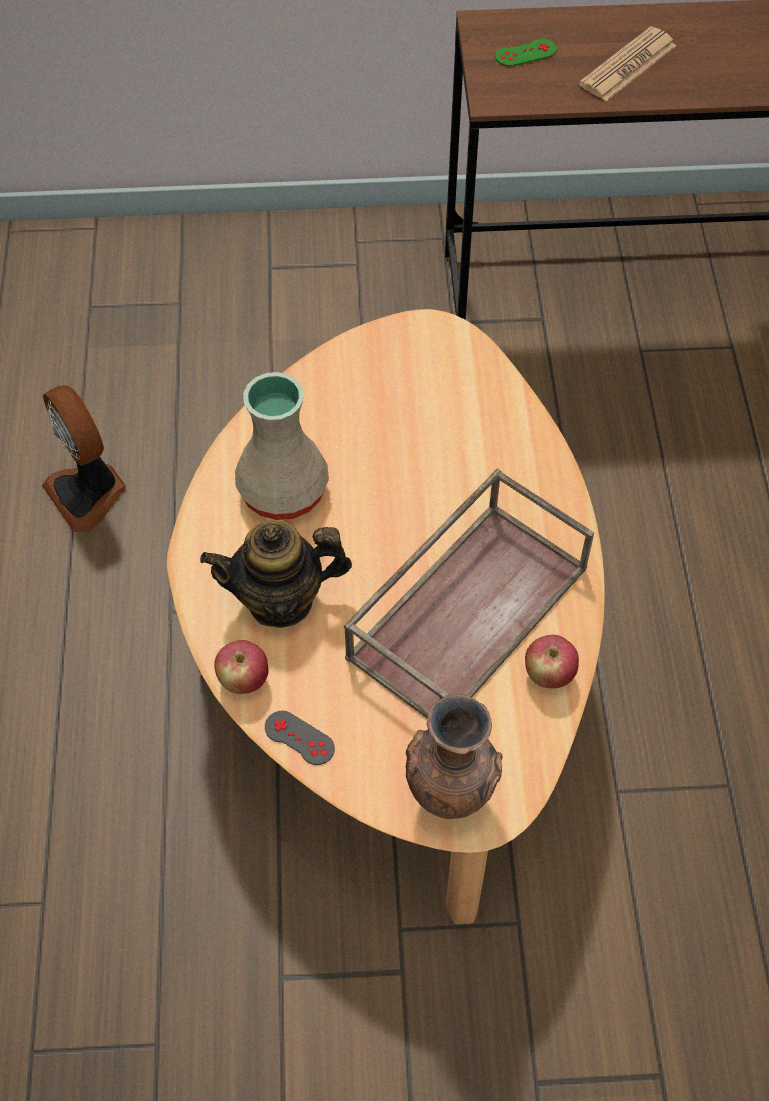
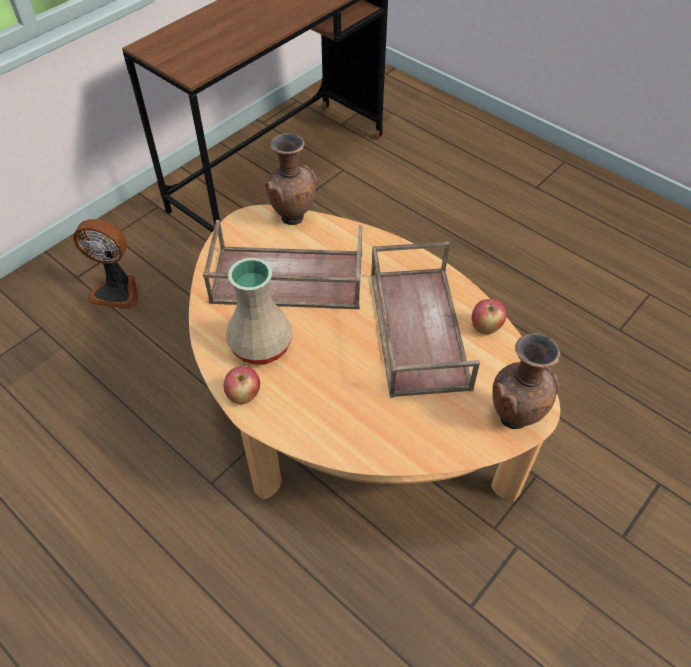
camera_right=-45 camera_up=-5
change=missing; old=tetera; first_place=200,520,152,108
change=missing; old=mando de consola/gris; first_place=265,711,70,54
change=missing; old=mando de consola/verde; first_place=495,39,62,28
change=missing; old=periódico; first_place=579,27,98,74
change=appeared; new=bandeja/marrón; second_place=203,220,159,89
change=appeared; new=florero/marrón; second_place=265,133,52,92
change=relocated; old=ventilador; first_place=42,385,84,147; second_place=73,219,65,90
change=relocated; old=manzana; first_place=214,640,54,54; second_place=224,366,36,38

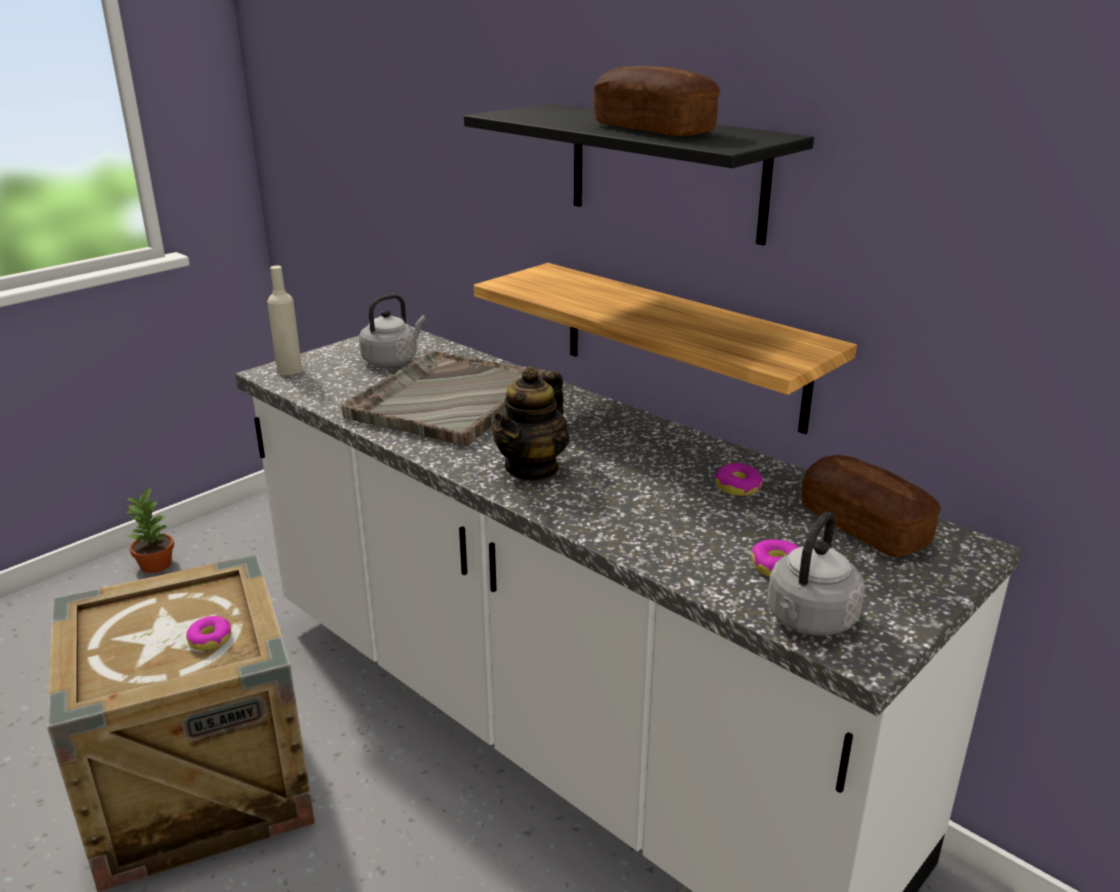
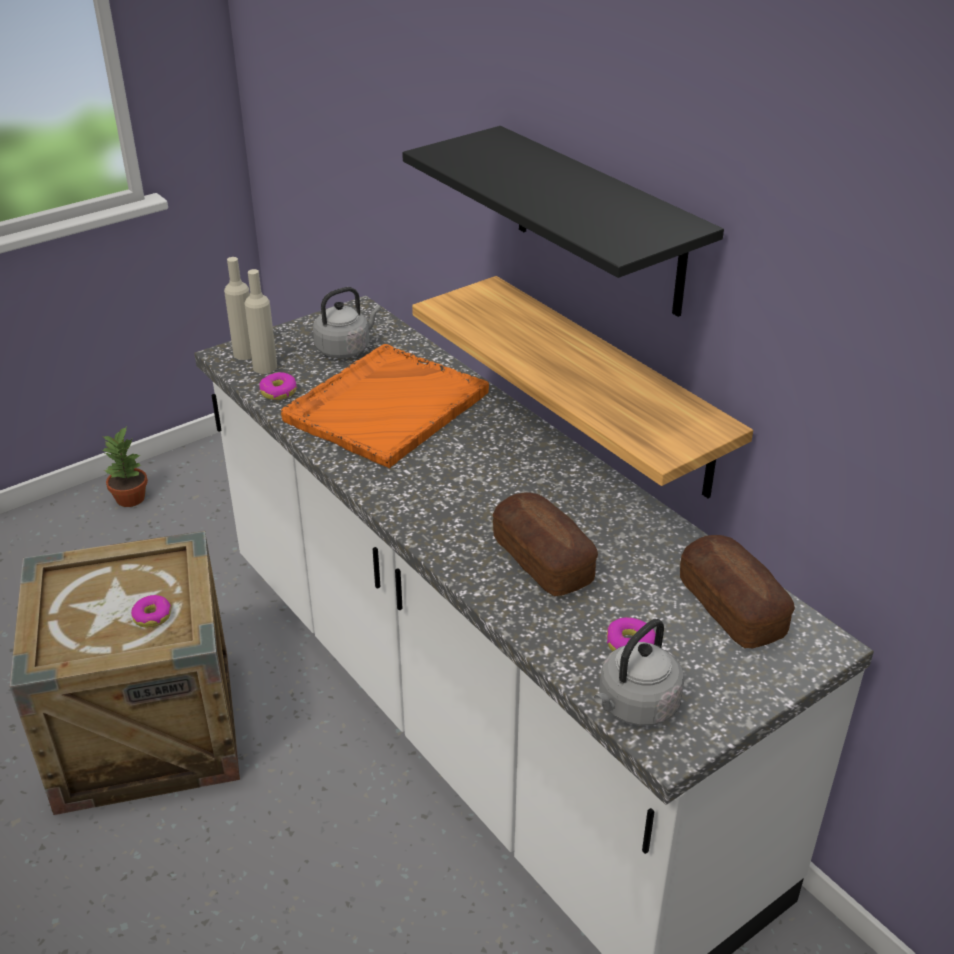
camera_right=10 camera_up=10
change=missing; old=tetera; first_place=492,366,78,115
change=appeared; new=botella/beis; second_place=244,269,33,105
change=relocated; old=pan; first_place=593,66,127,70; second_place=492,493,106,103
change=relocated; old=rosquilla; first_place=715,463,48,33; second_place=259,372,38,28
change=colour; old=bandeja/gris; new=bandeja/naranja; first_place=341,351,206,95; second_place=281,344,208,124

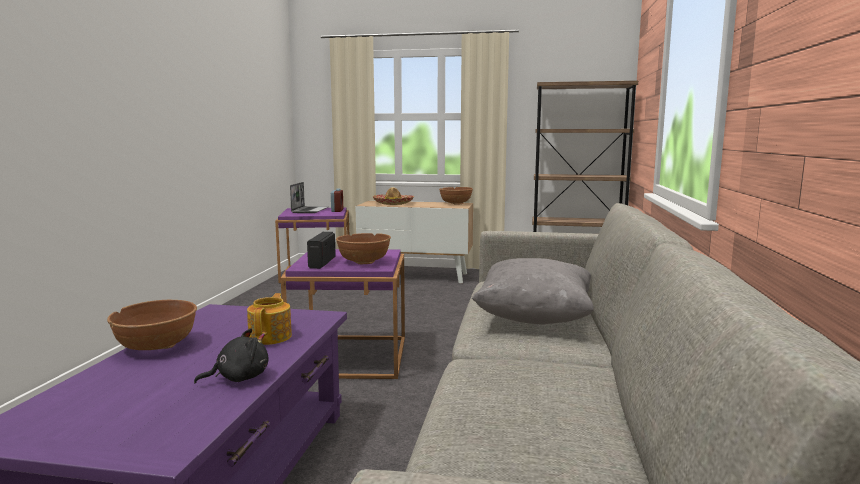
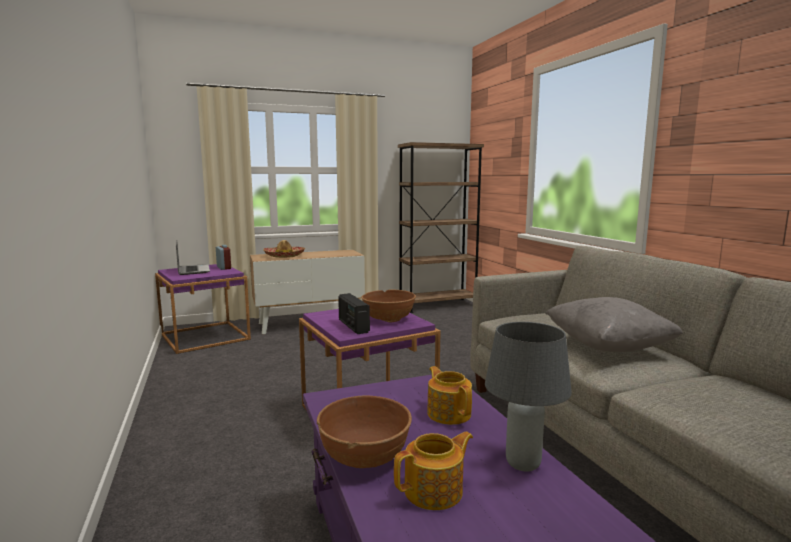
camera_right=-30 camera_up=0
change=missing; old=cuenco/marrón; first_place=439,187,34,18
change=appeared; new=tetera; second_place=394,431,79,79
change=exchanged; old=peluche/negro; new=lámpara de mesa/gris; first_place=194,328,74,56; second_place=485,322,87,149

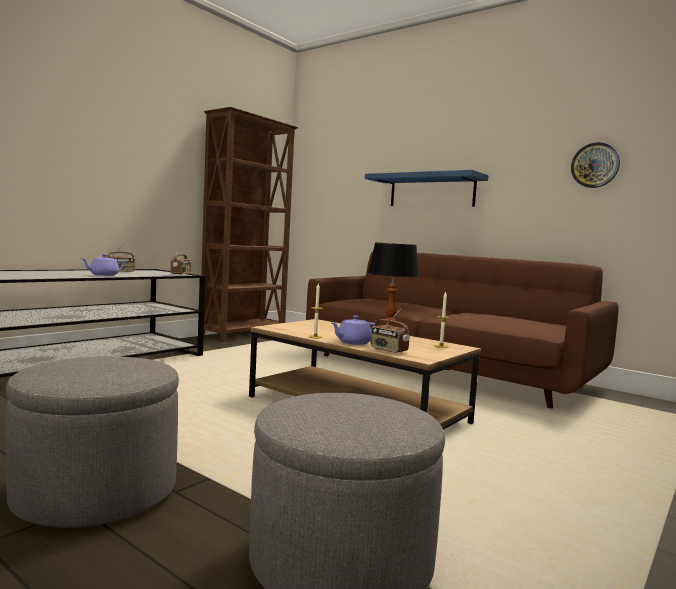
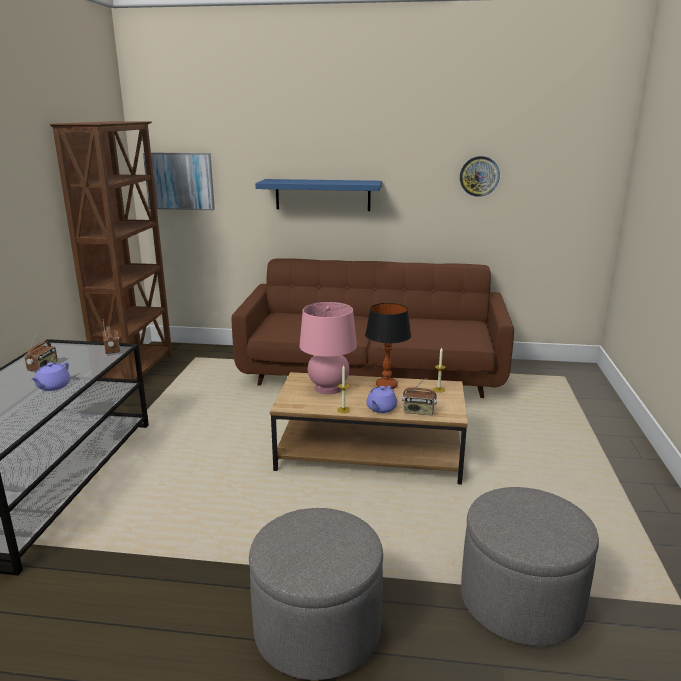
camera_right=-30 camera_up=15
change=appeared; new=cuadro; second_place=143,153,72,57
change=appeared; new=lámpara de mesa/rosa; second_place=299,302,58,93

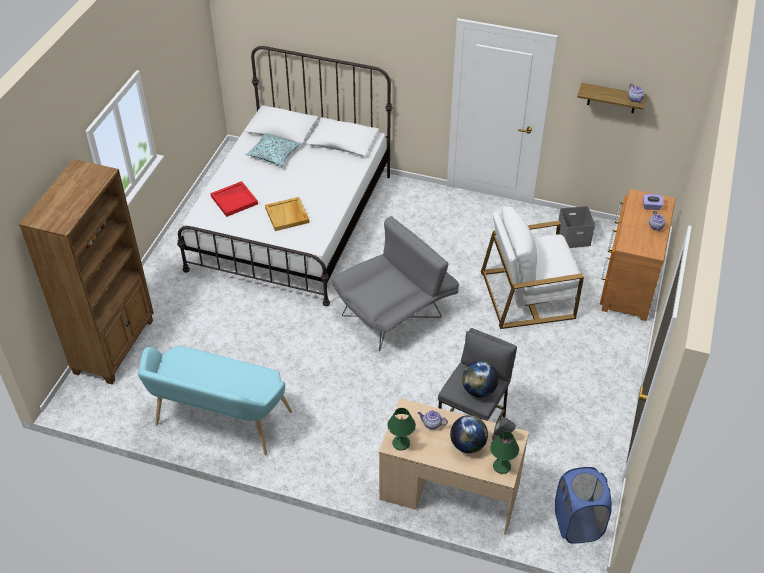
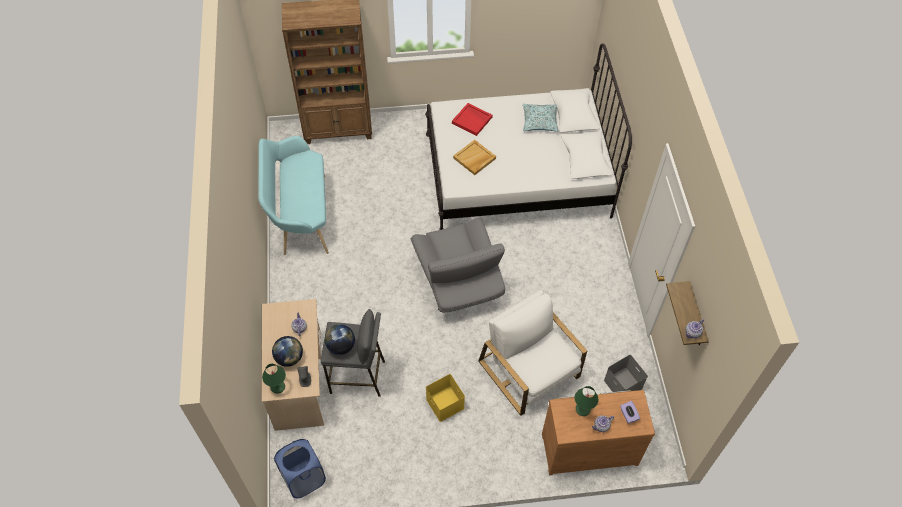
camera_right=65 camera_up=10
change=appeared; new=caja de almacenaje/amarillo; second_place=426,374,39,48
change=relocated; old=lámpara de mesa/verde; first_place=388,408,28,42; second_place=575,386,23,30
change=spun; old=sillón/gris; first_place=332,216,127,135; second_place=411,218,94,94; degrees=45

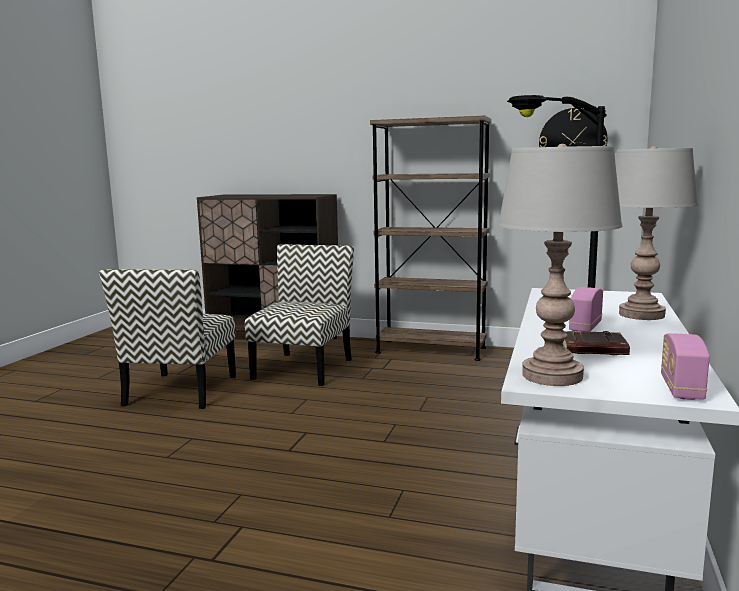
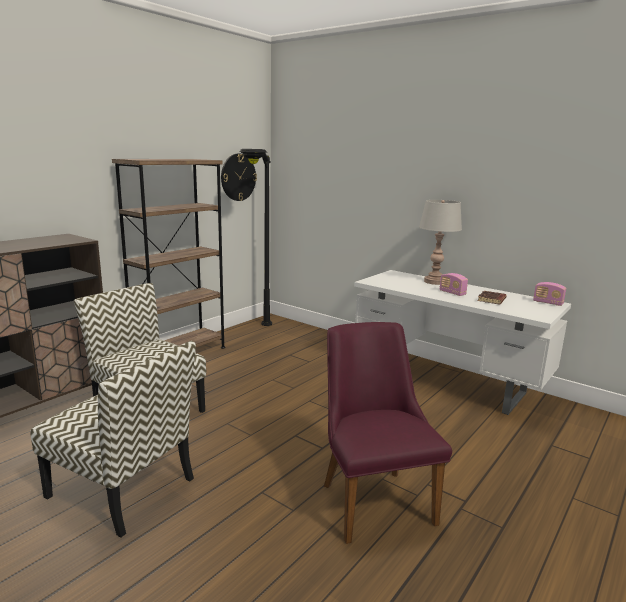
camera_right=-70 camera_up=5
change=missing; old=lámpara de mesa/gris; first_place=498,144,125,242
change=appeared; new=silla/morado; second_place=324,322,128,222

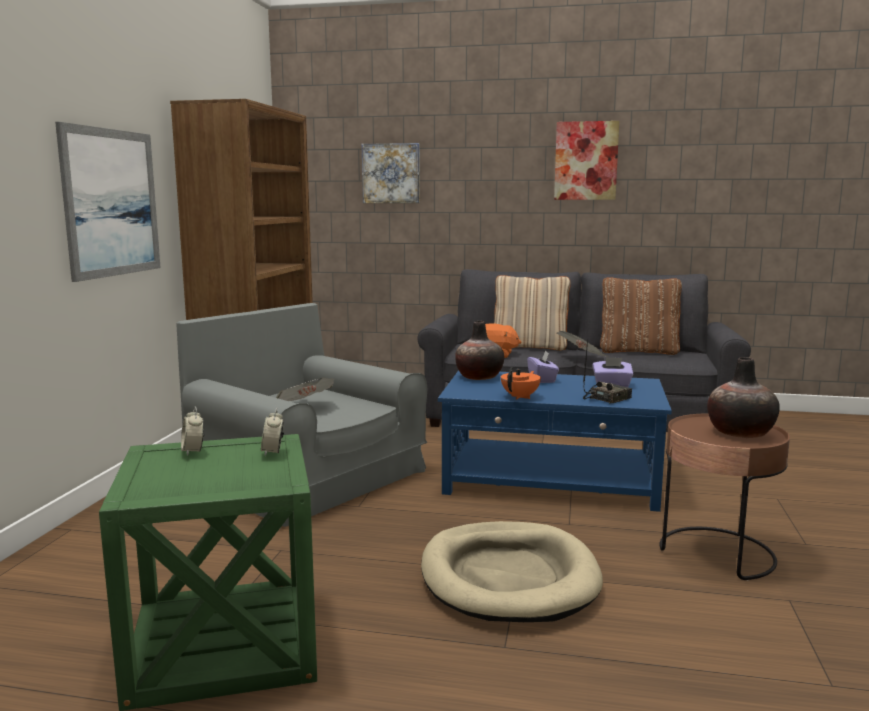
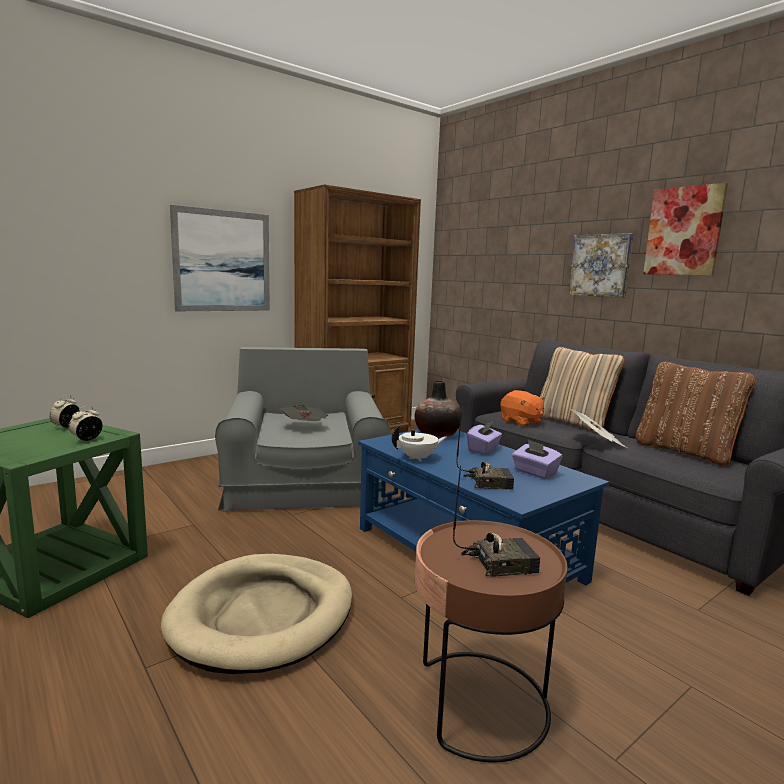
camera_right=40 camera_up=0
change=relocated; old=cuadro; first_place=362,143,58,60; second_place=569,233,65,65
change=exchanged; old=florero; new=radio; first_place=707,357,73,81; second_place=453,465,87,112
change=colour; old=tetera/naranja; new=tetera/blanco; first_place=501,367,40,33; second_place=392,426,55,36

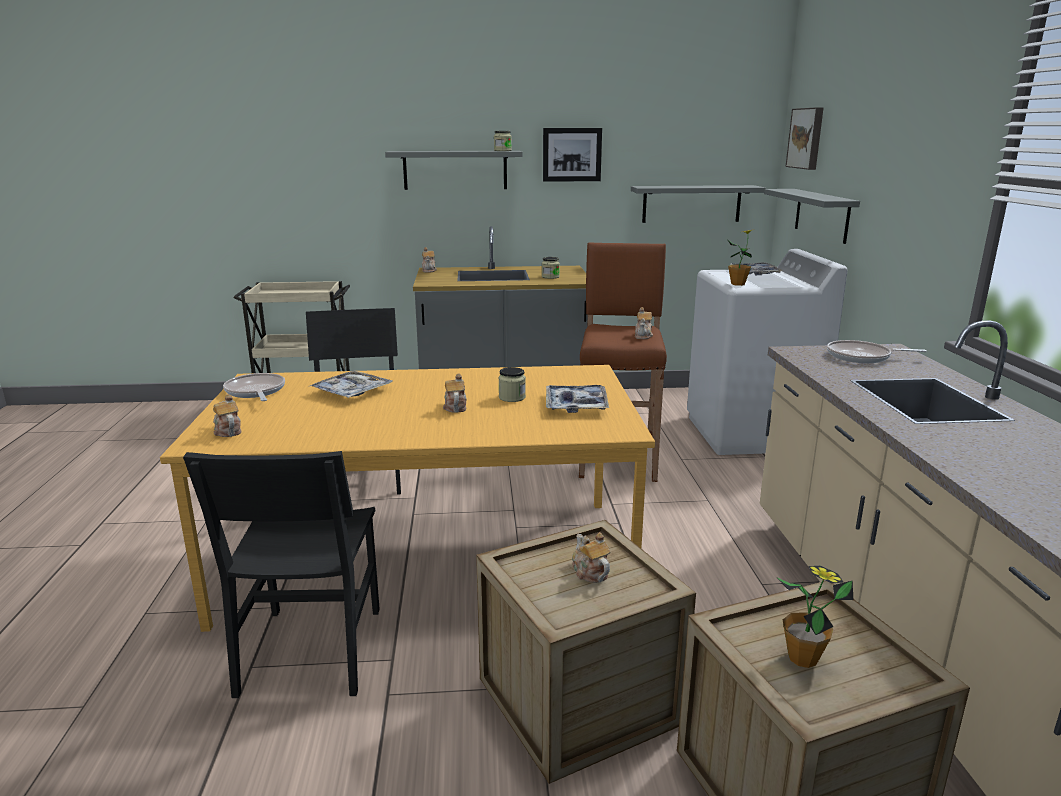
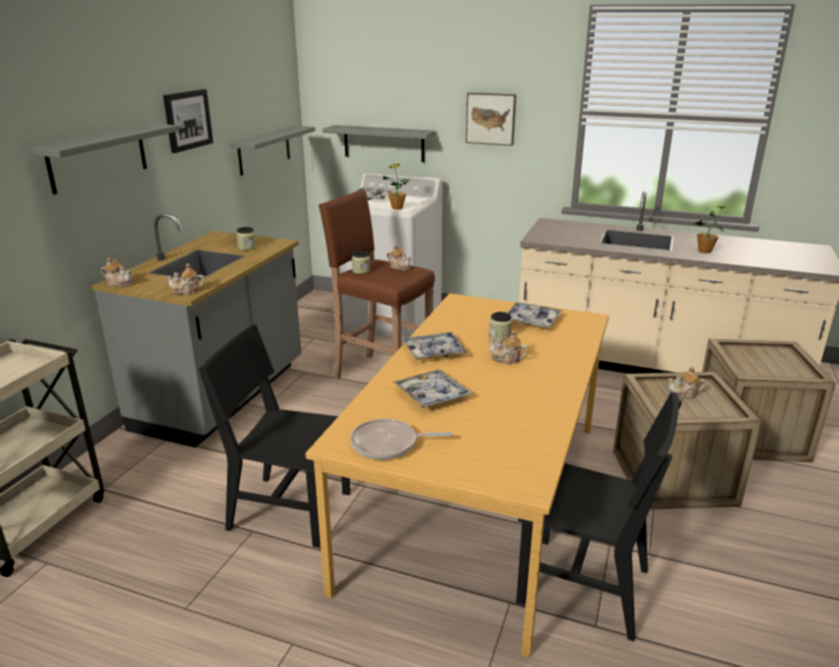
camera_right=-65 camera_up=5
change=missing; old=sartén; first_place=827,340,100,23
change=appeared; new=bandeja; second_place=403,332,64,28
change=relocated; old=tetera; first_place=213,394,28,43; second_place=166,263,39,32
change=relocated; old=tarro; first_place=494,131,18,20; second_place=352,251,18,23
change=relocated; old=planta en maceta; first_place=776,566,77,102; second_place=694,206,31,47
change=relocated; old=cuadro; first_place=786,107,38,63; second_place=466,93,50,53

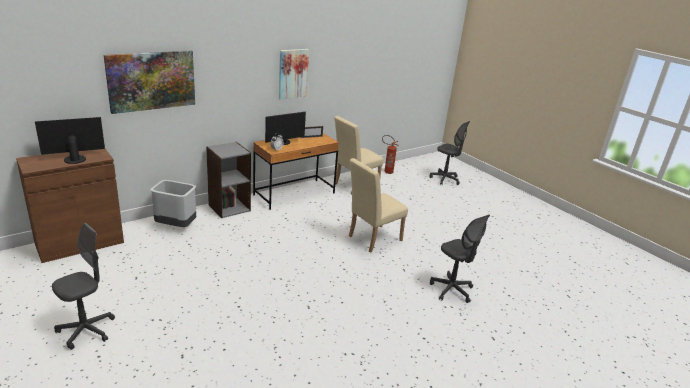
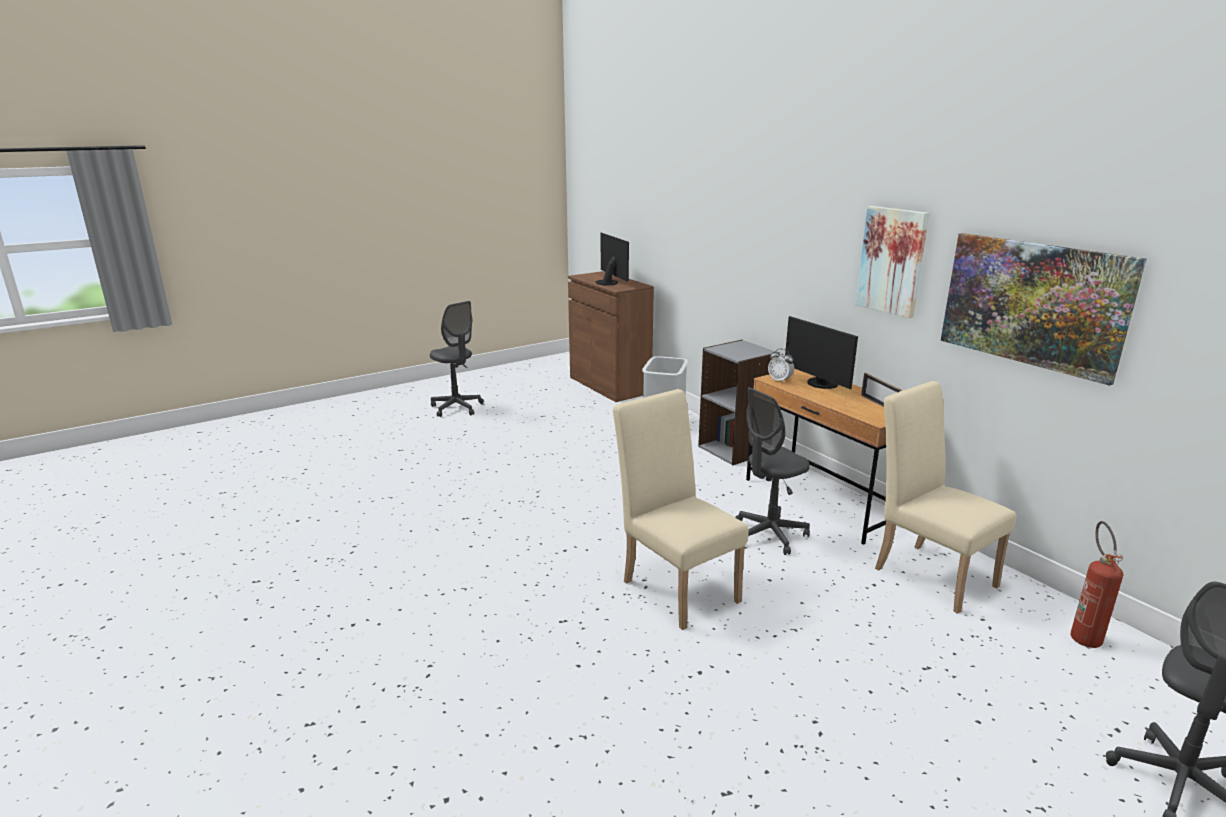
camera_right=95 camera_up=-5
change=relocated; old=cuadro; first_place=104,50,91,64; second_place=941,233,205,153
change=relocated; old=silla de oficina/gris; first_place=430,215,60,88; second_place=735,387,75,168

